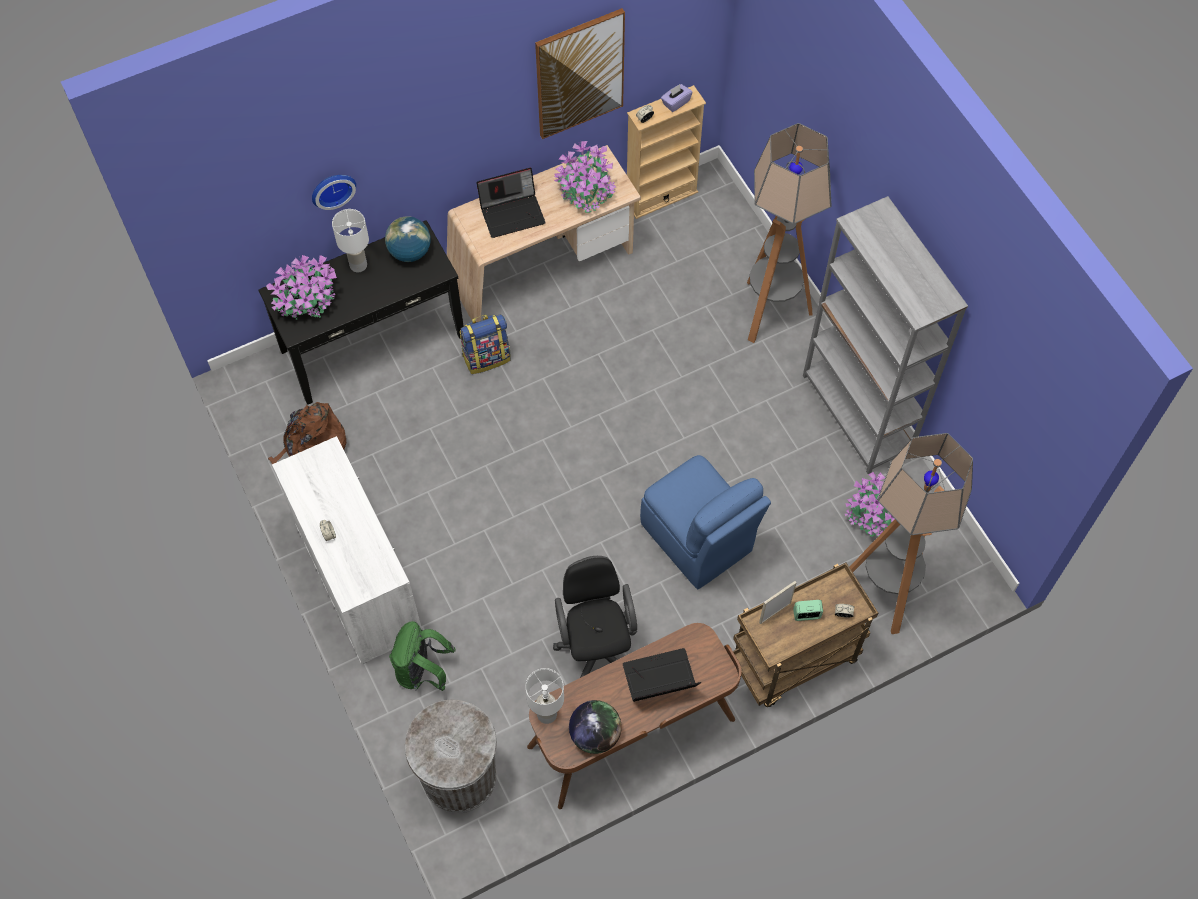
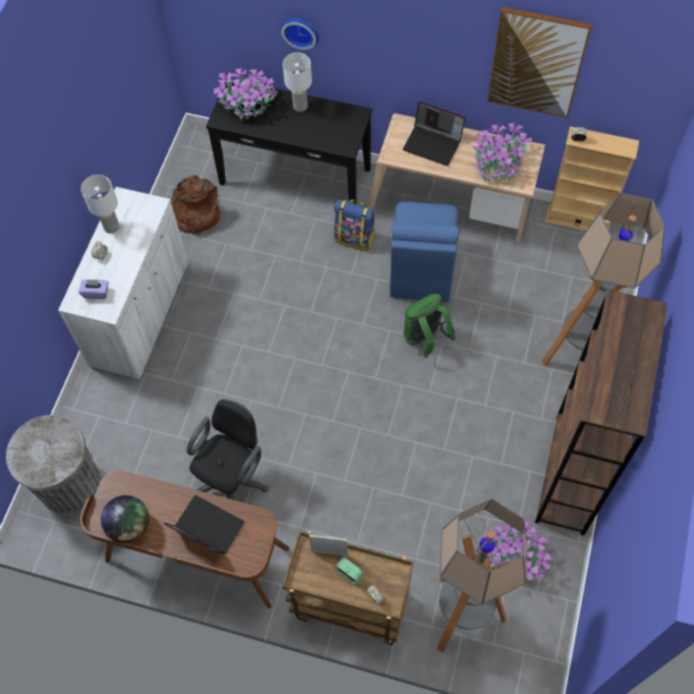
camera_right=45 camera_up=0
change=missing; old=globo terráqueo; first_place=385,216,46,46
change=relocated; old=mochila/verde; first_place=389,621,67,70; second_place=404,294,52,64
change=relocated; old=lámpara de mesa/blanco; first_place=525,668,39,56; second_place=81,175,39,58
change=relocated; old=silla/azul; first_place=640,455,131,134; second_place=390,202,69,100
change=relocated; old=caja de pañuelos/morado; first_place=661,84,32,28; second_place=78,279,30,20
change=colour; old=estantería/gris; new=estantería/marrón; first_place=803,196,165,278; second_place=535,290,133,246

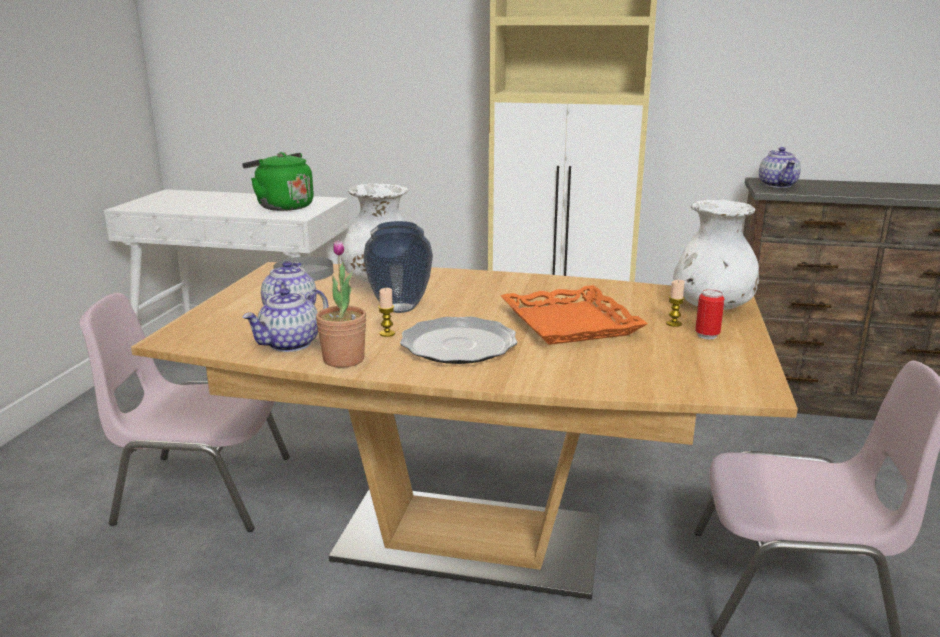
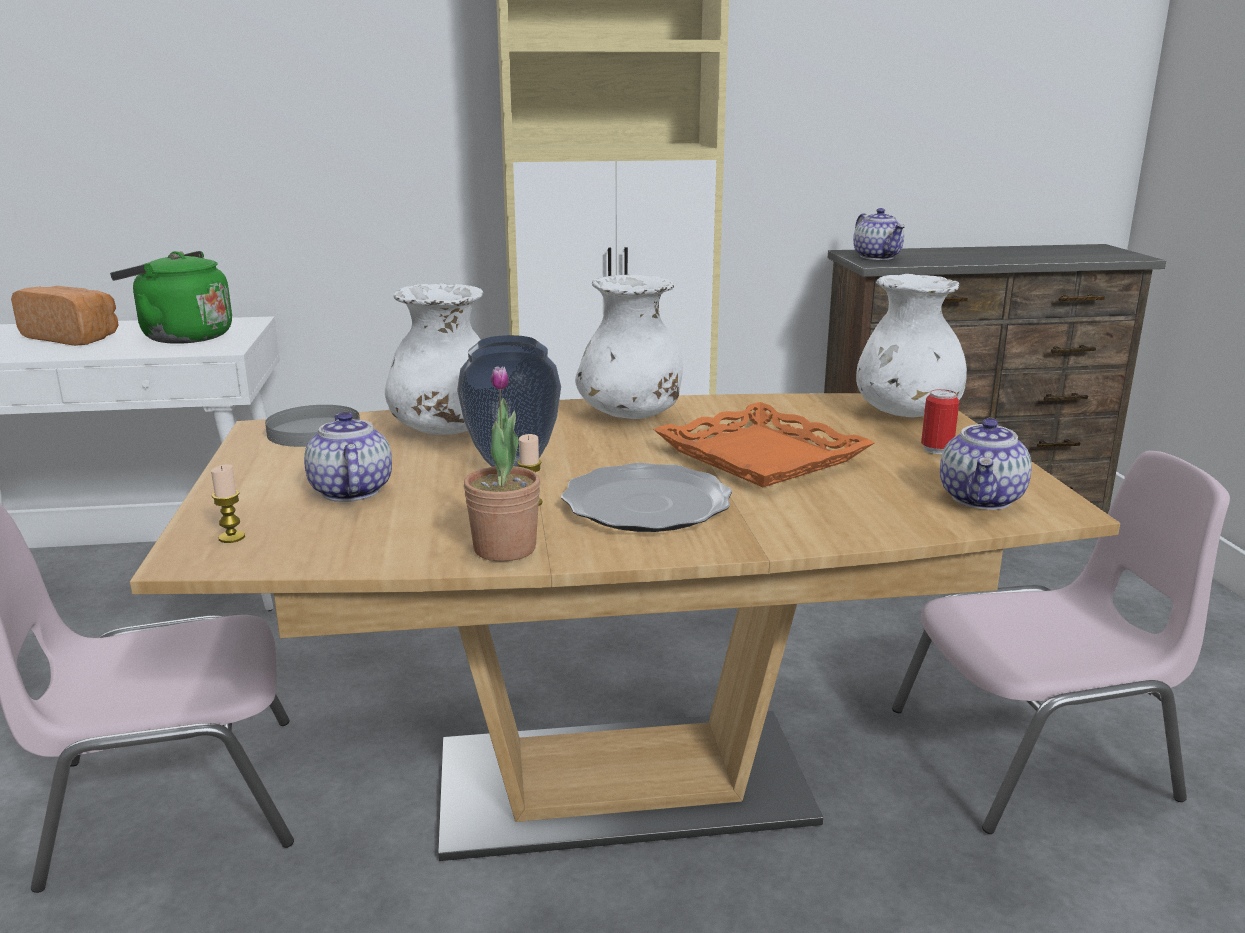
camera_right=-20 camera_up=0
change=appeared; new=pan; second_place=11,286,108,60
change=appeared; new=florero/blanco; second_place=575,275,108,144
change=relocated; old=tetera; first_place=242,288,87,64; second_place=940,418,92,92
change=relocated; old=vela; first_place=666,280,19,47; second_place=211,464,34,79

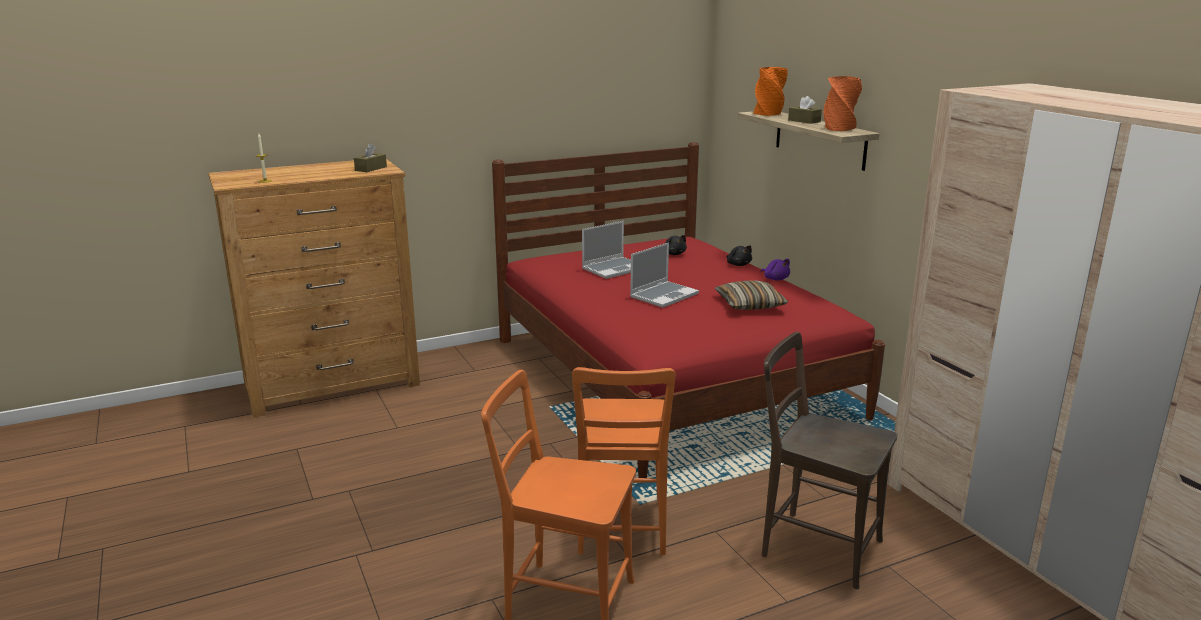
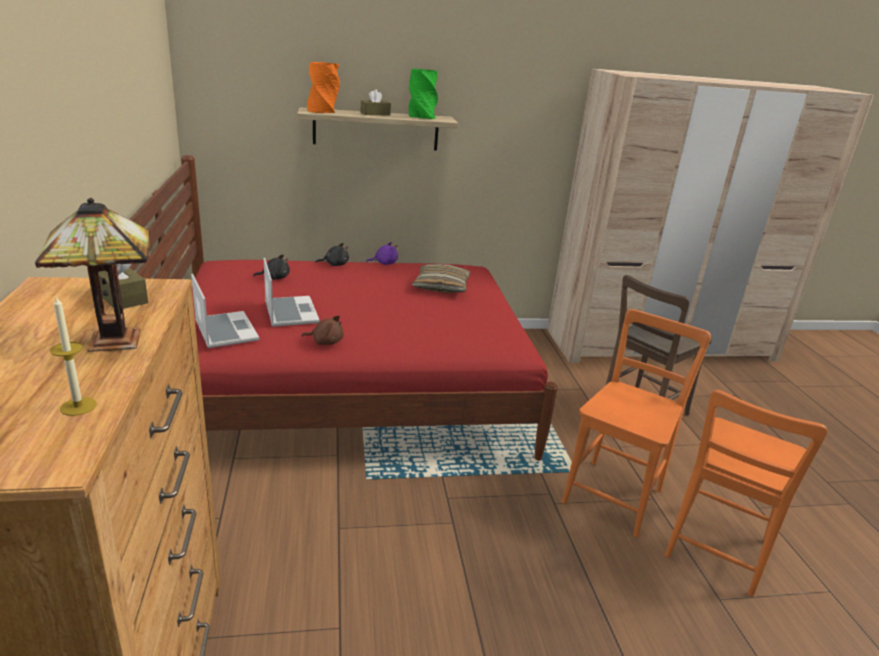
camera_right=-75 camera_up=5
change=appeared; new=lámpara de mesa; second_place=35,198,115,154
change=appeared; new=peluche/marrón; second_place=301,315,43,30
change=relocated; old=portátil; first_place=630,242,69,66; second_place=191,274,68,74
change=colour; old=florero/naranja; new=florero/verde; first_place=823,76,39,55; second_place=409,69,29,50
change=spun; old=silla/naranja; first_place=572,367,104,189; second_place=561,309,150,228; degrees=-75

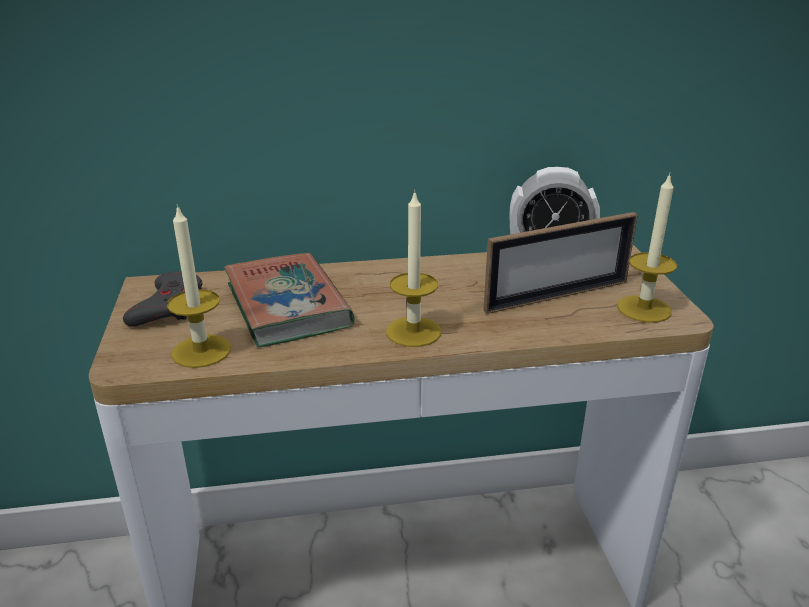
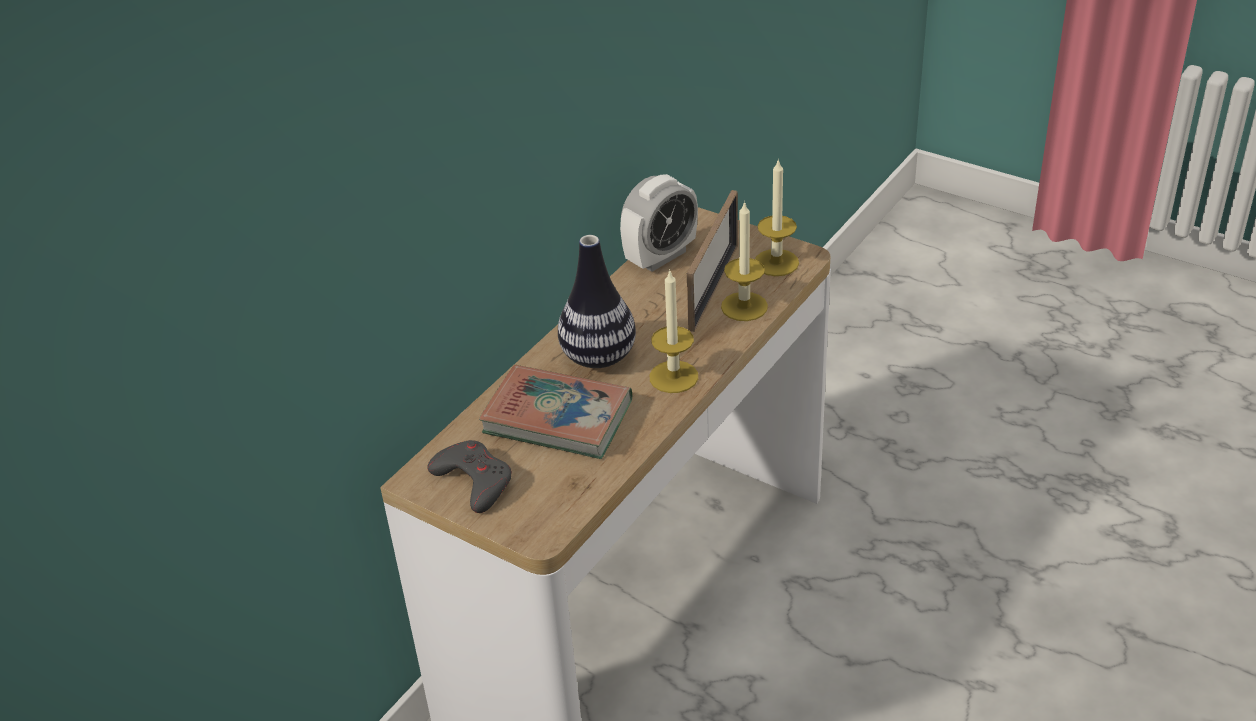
camera_right=-45 camera_up=10
change=appeared; new=florero; second_place=558,235,78,133
change=relocated; old=vela; first_place=167,204,64,164; second_place=721,201,47,120

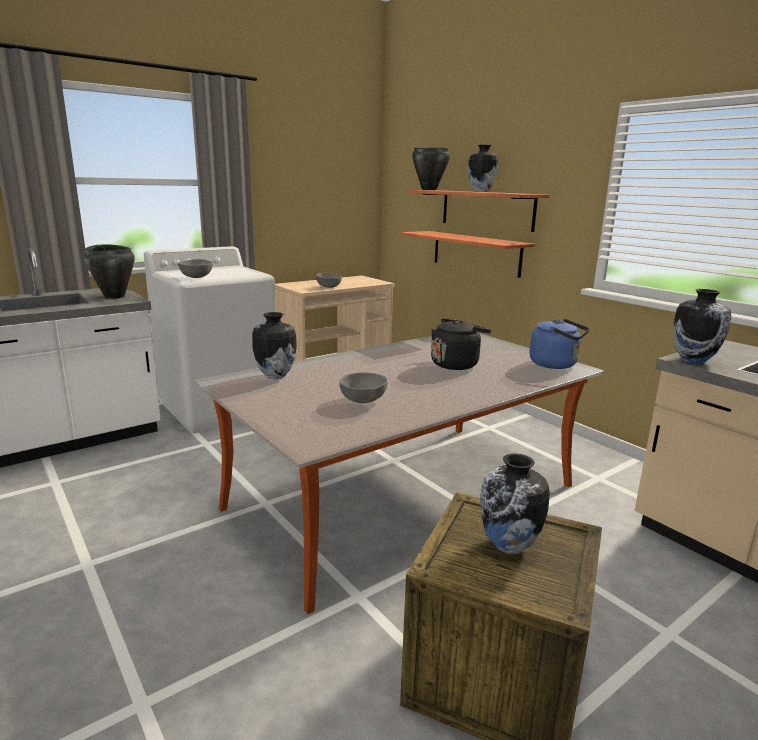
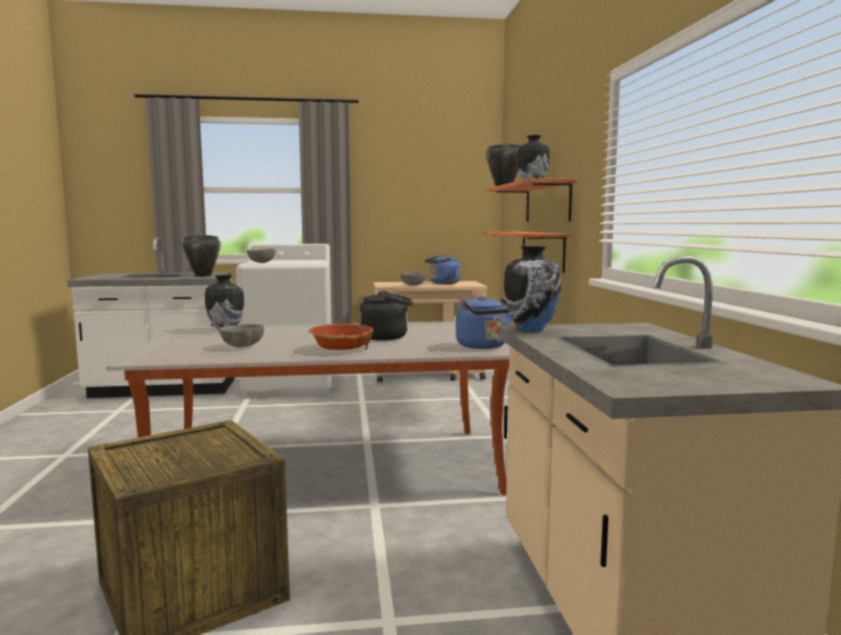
camera_right=30 camera_up=-10
change=missing; old=florero; first_place=480,453,70,102
change=appeared; new=cuenco; second_place=309,323,65,27
change=appeared; new=hervidor/azul; second_place=425,254,35,30

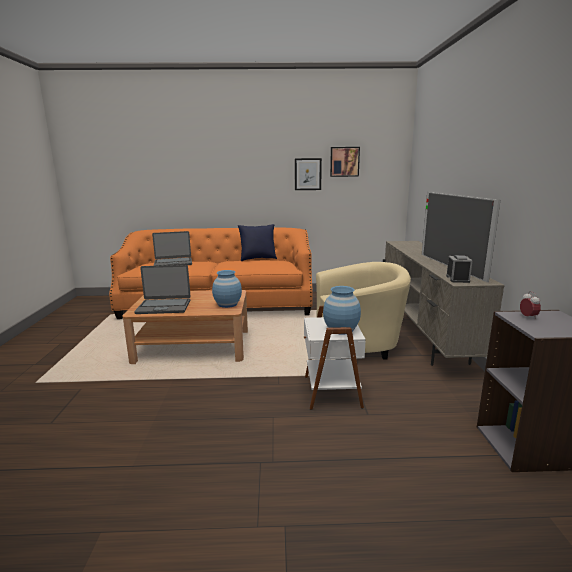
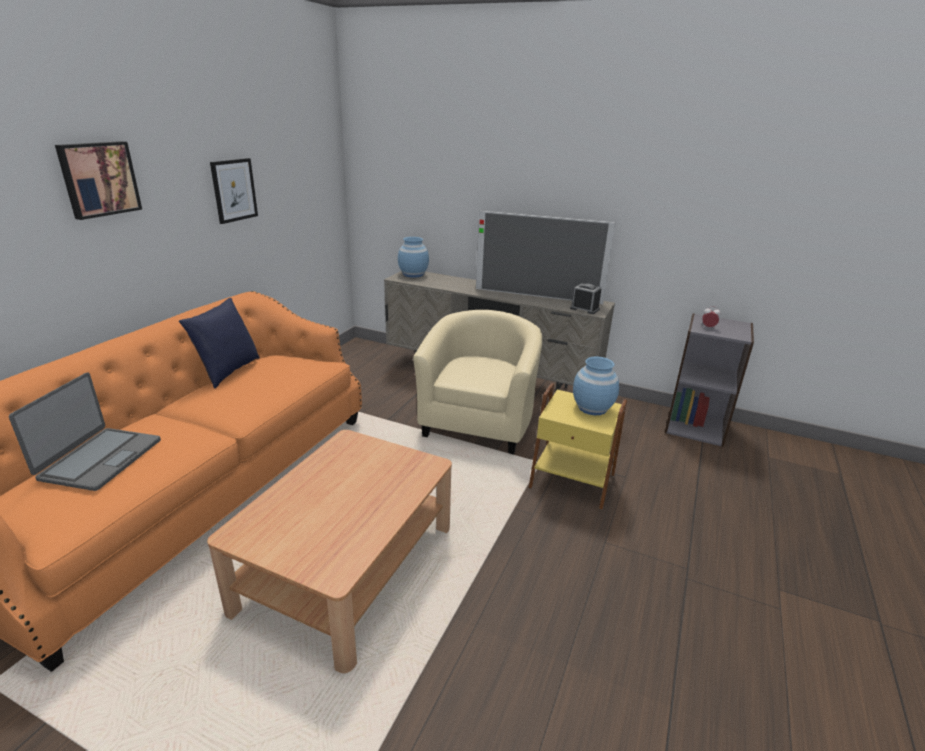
camera_right=-65 camera_up=10
change=missing; old=portátil; first_place=134,265,57,49
change=relocated; old=florero/azul; first_place=212,270,30,38; second_place=398,237,31,41
change=relocated; old=cuadro; first_place=330,147,30,30; second_place=55,141,87,79
change=colour; old=mesa auxiliar/blanco; new=mesa auxiliar/amarillo; first_place=304,306,62,104; second_place=529,383,98,127

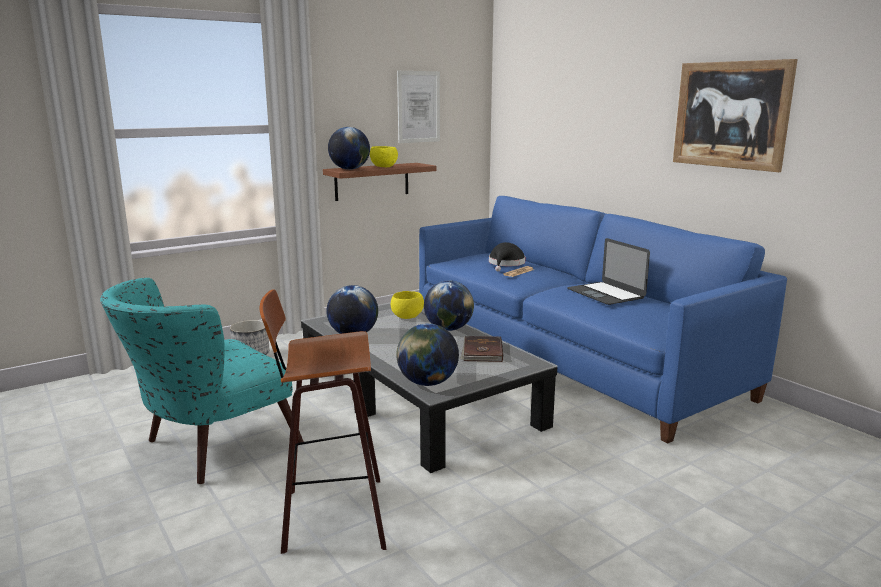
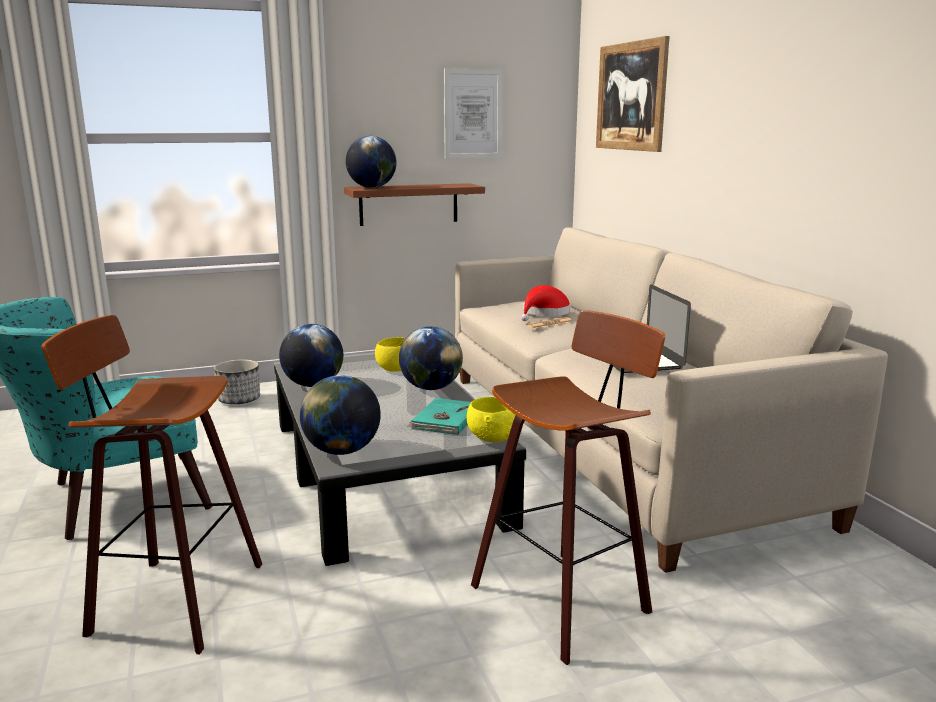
camera_right=15 camera_up=0
change=appeared; new=taburete; second_place=471,310,194,355
change=relocated; old=cuenco/amarillo; first_place=370,146,28,21; second_place=467,397,48,45
change=relocated; old=cuadro; first_place=673,59,125,113; second_place=596,36,73,116
change=colour; old=sofá/azul; new=sofá/beis; first_place=419,196,368,247; second_place=455,228,433,345
change=colour; old=libro/marrón; new=libro/turquesa; first_place=461,336,42,26; second_place=408,398,63,37
change=colour; old=sombrero/negro; new=sombrero/rojo; first_place=489,242,36,29; second_place=521,285,50,36

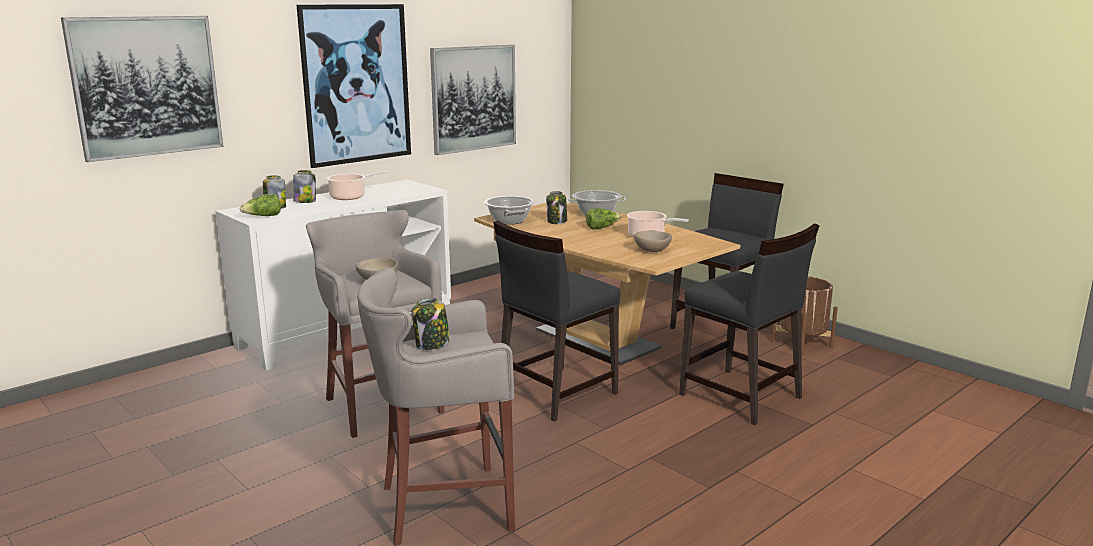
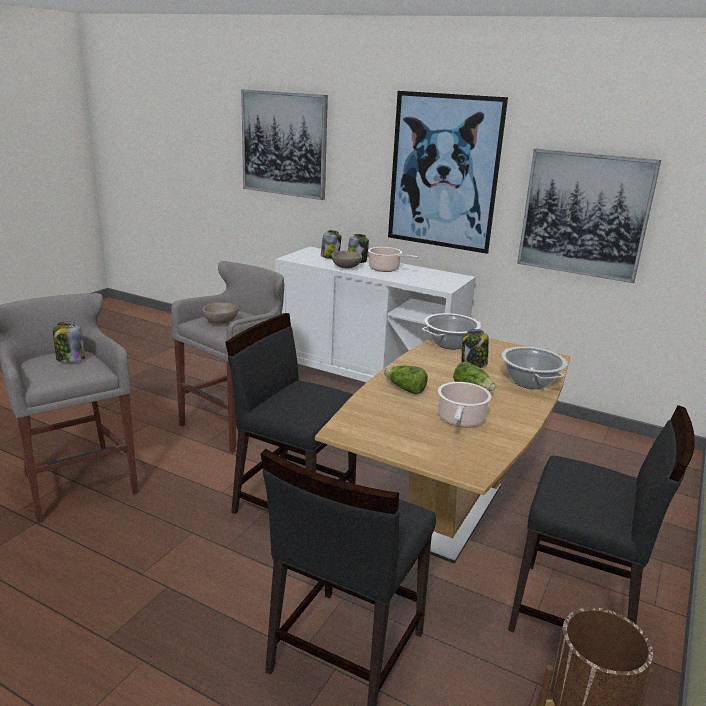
camera_right=70 camera_up=5
change=relocated; old=lechuga; first_place=240,193,41,23; second_place=384,365,44,29
change=relocated; old=cuenco/beis; first_place=634,230,38,22; second_place=332,251,30,17

